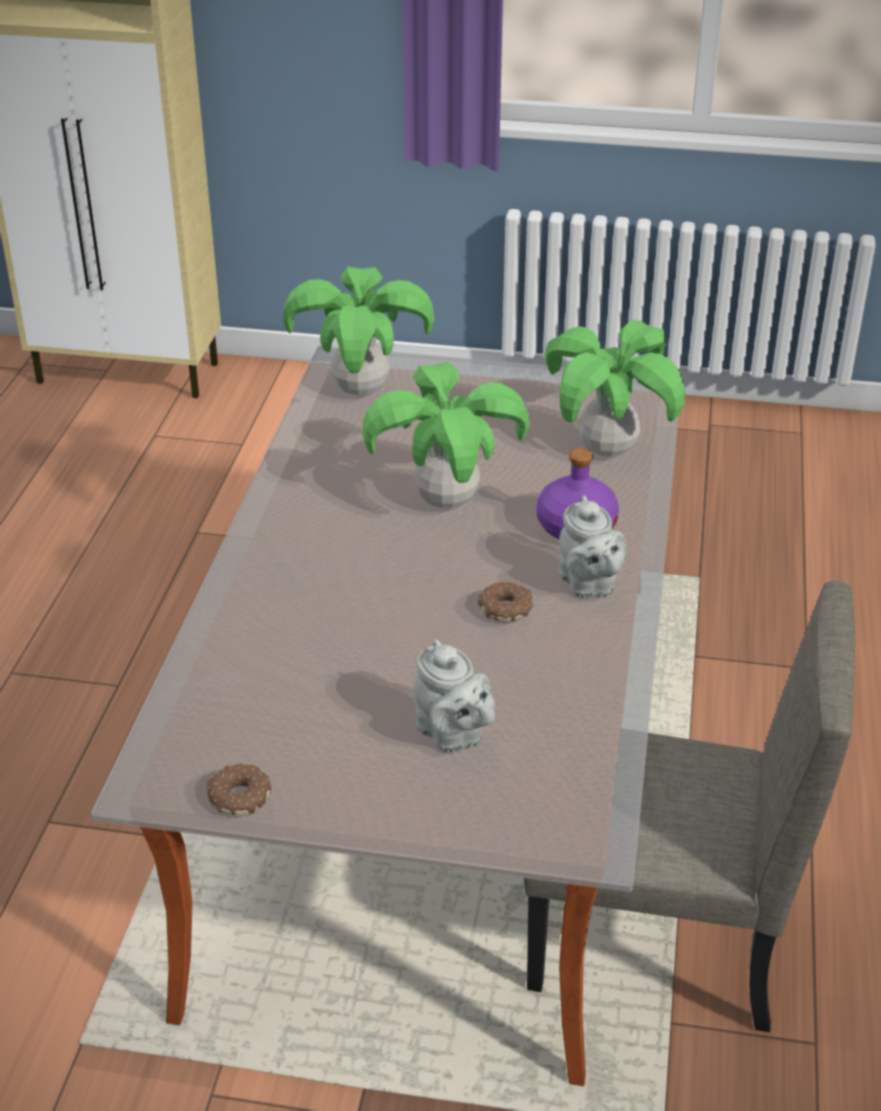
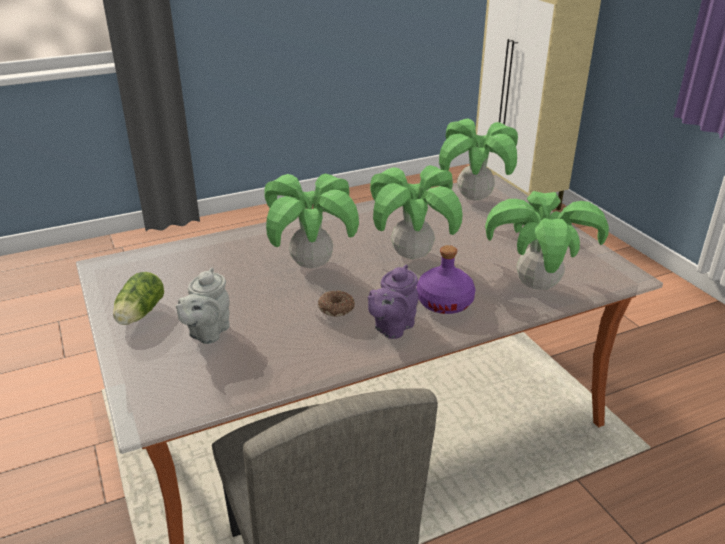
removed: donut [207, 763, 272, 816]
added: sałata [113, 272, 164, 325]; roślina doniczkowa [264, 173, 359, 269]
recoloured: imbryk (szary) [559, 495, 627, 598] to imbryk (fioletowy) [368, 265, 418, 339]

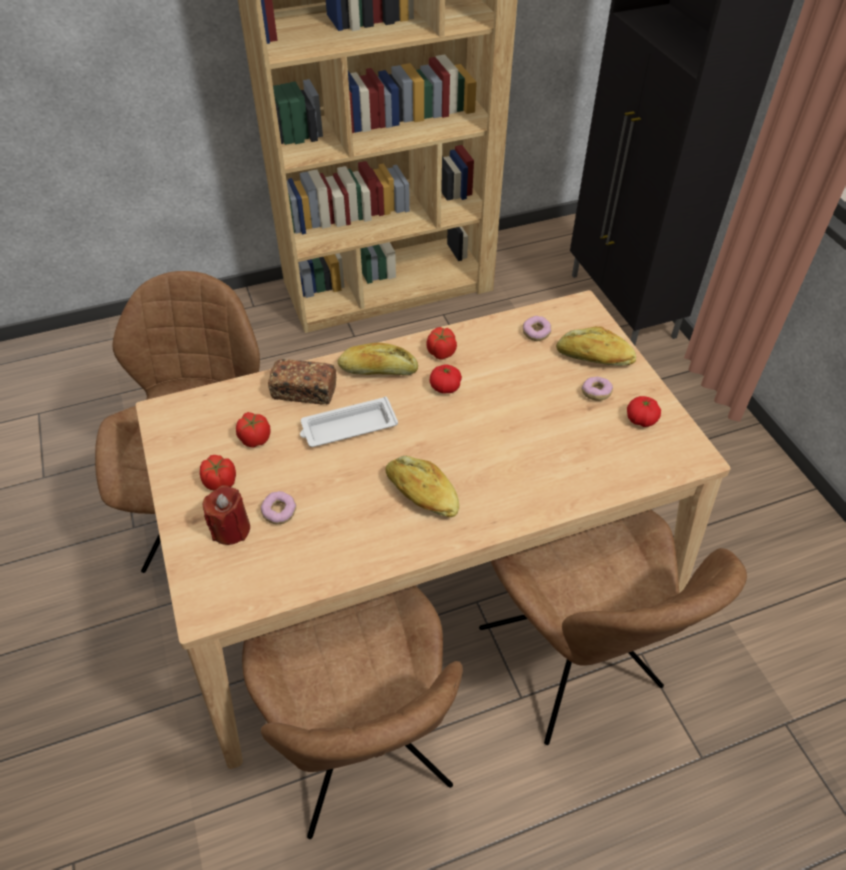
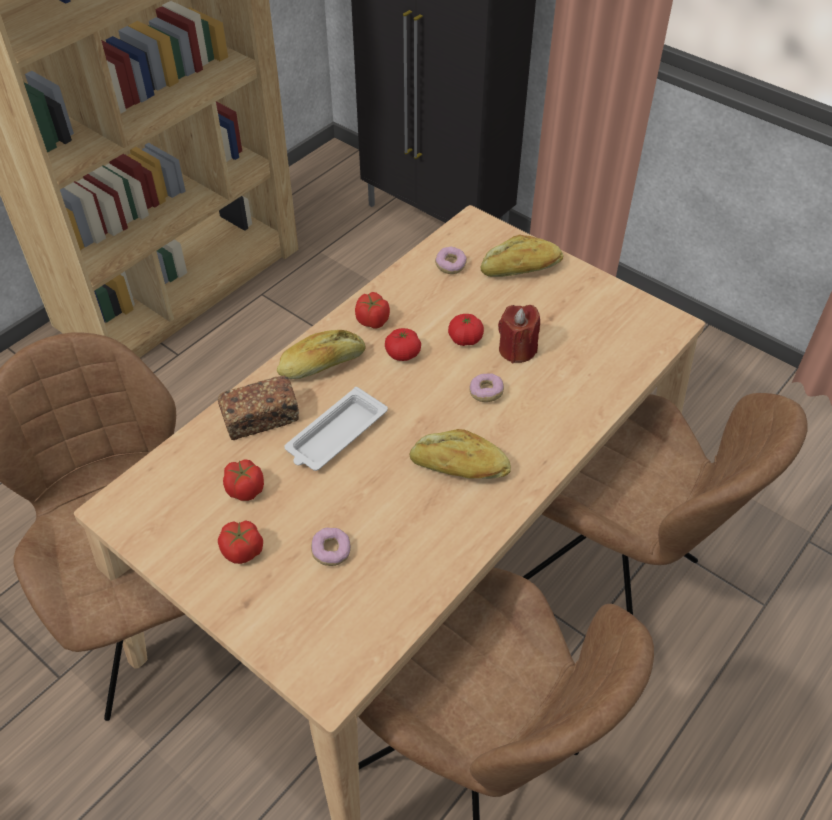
moved: świeca (czerwony) [202, 485, 250, 545] to [498, 305, 540, 363]; donut [582, 377, 613, 401] to [469, 373, 504, 402]; pomidor [627, 396, 661, 427] to [448, 314, 484, 346]

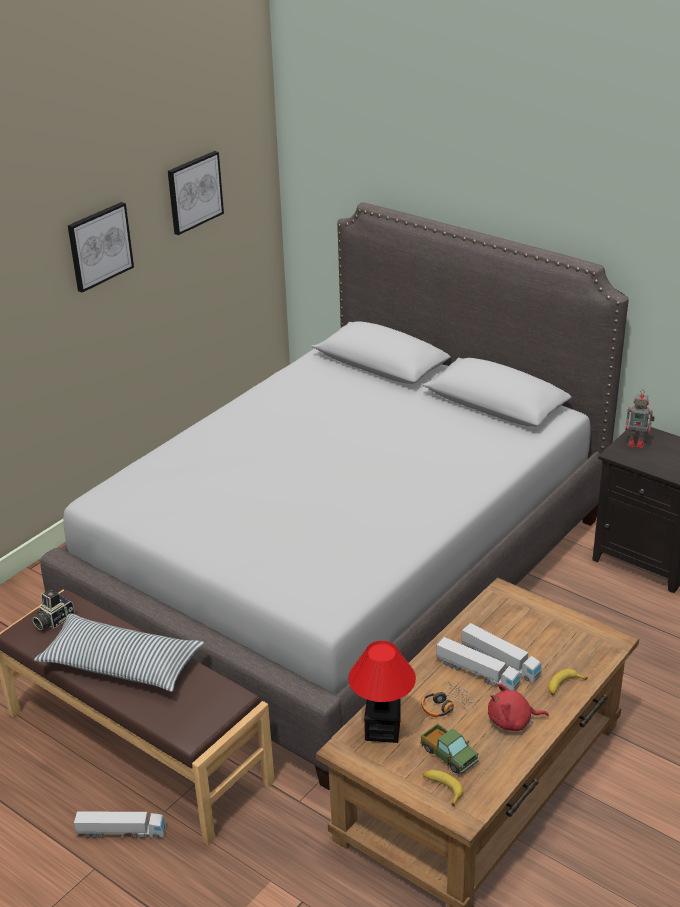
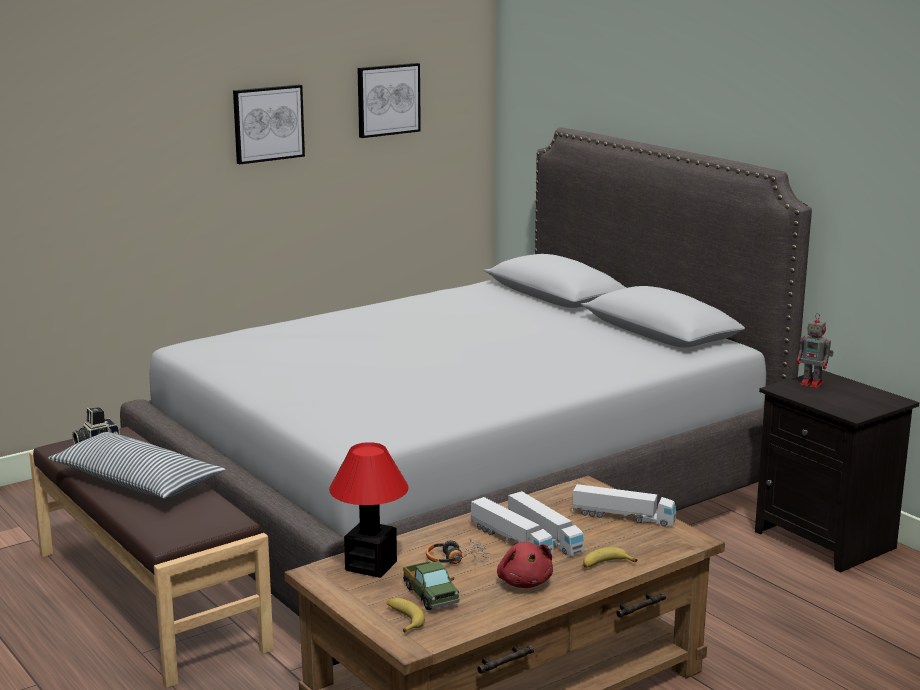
moved: ciężarówka zabawkowa [74, 811, 166, 838] to [571, 484, 676, 527]
turned: pluszak (czerwony) [488, 683, 549, 731] = [497, 542, 553, 588] 120 degrees counterclockwise

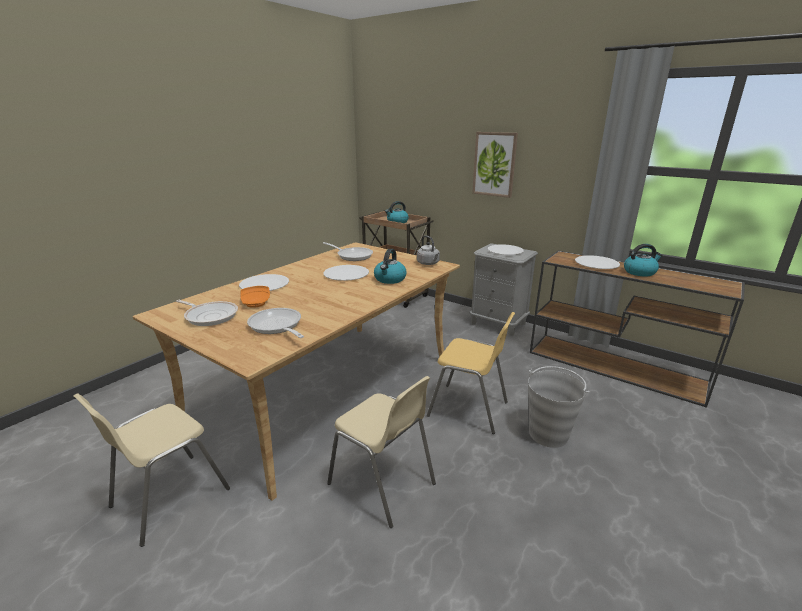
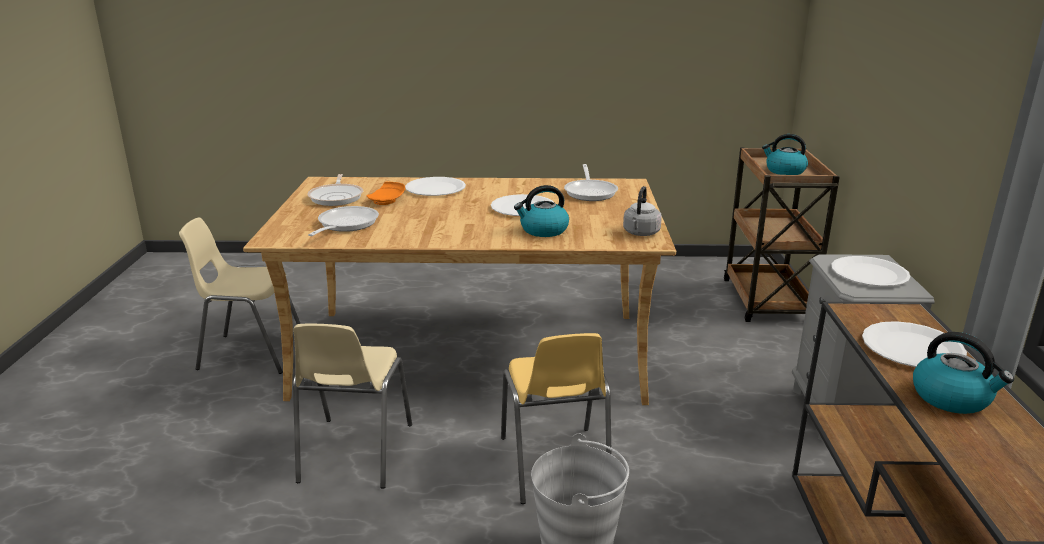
removed: obraz [472, 132, 518, 198]

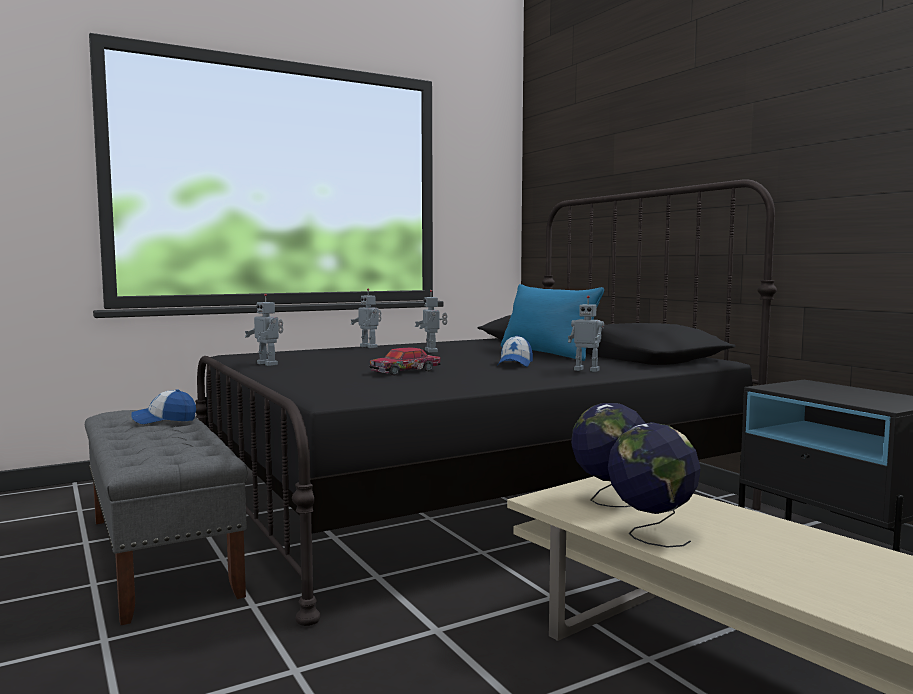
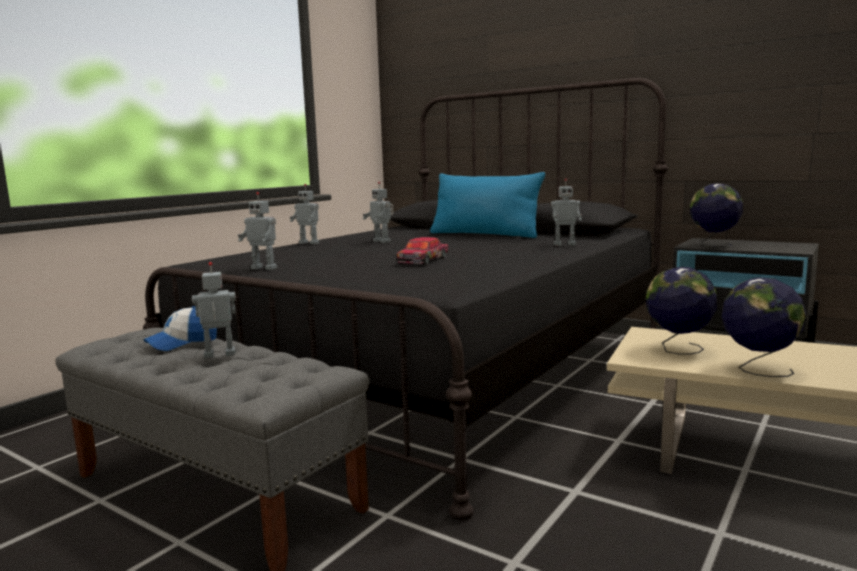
removed: czapka z daszkiem [497, 335, 533, 367]
added: robot zabawkowy [192, 262, 236, 359]; globus [690, 184, 743, 247]

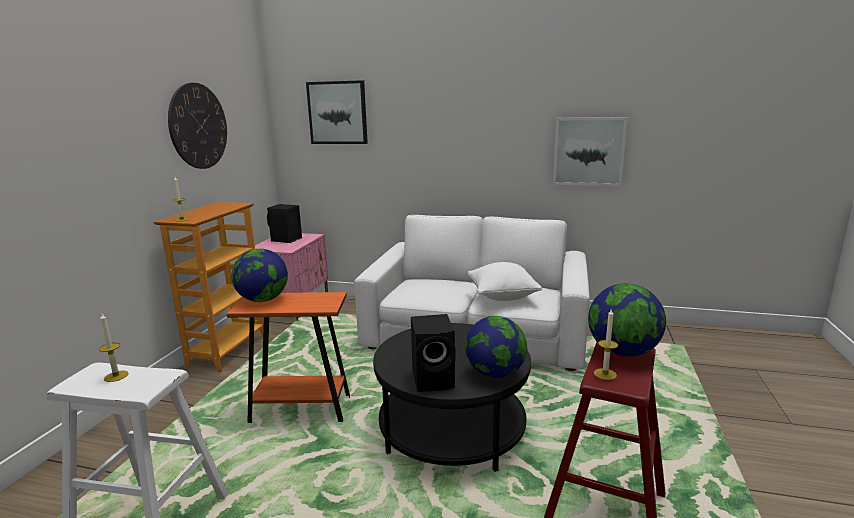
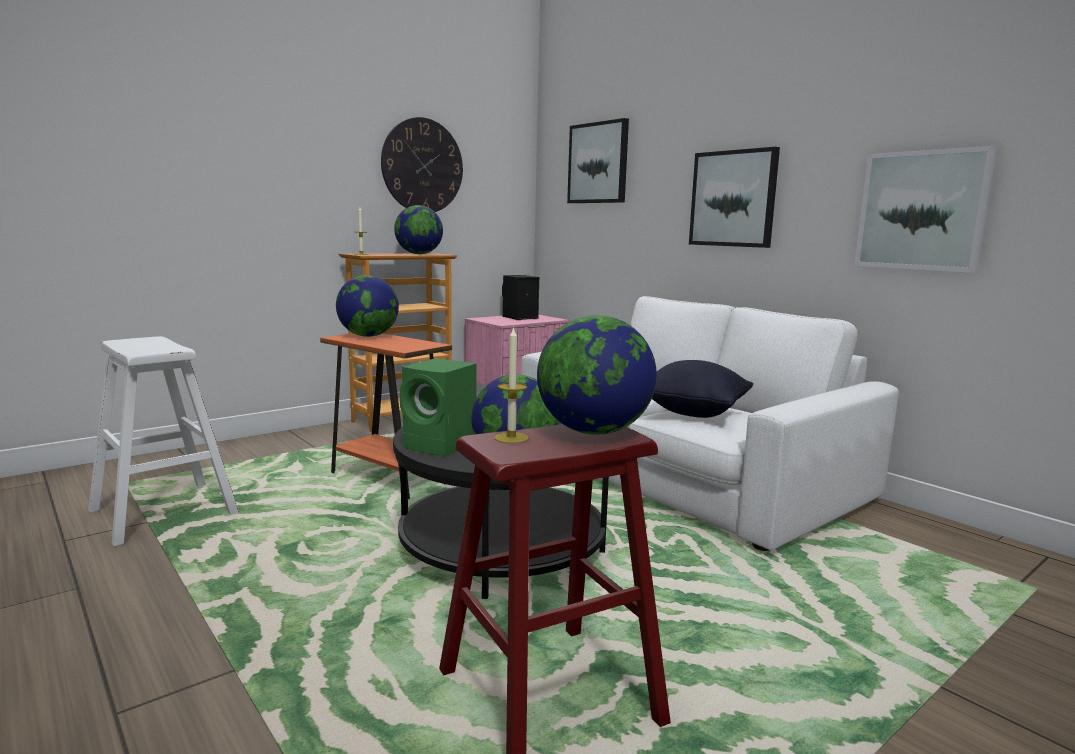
removed: świeca [99, 314, 128, 382]
added: globus [394, 205, 443, 254]; obraz [689, 147, 780, 248]
recoloured: głośnik (czarny) [411, 314, 456, 392] to głośnik (zielony) [400, 358, 477, 456]; poduszka (biały) [468, 262, 542, 301] to poduszka (czarny) [652, 360, 753, 418]

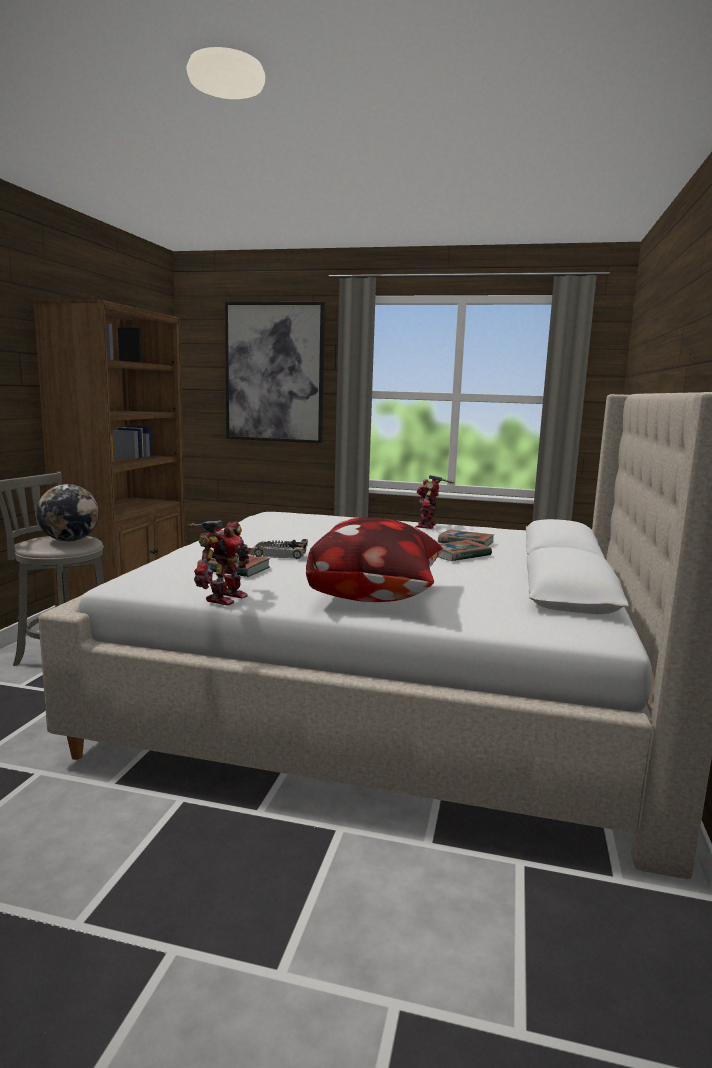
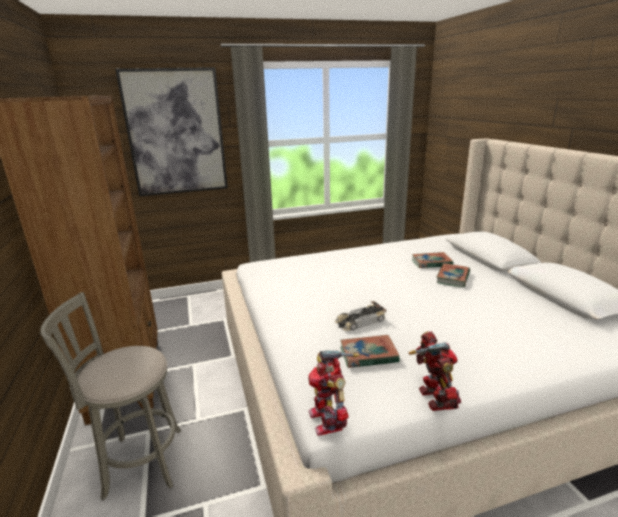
removed: globus [36, 484, 99, 542]; poduszka [306, 517, 443, 602]
moved: robot zabawkowy [416, 475, 454, 529] to [308, 350, 359, 436]

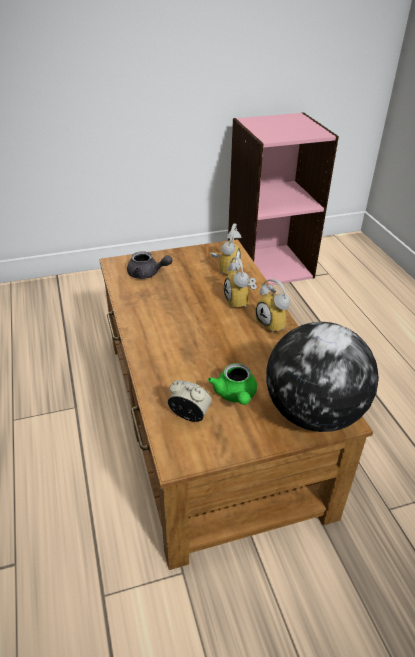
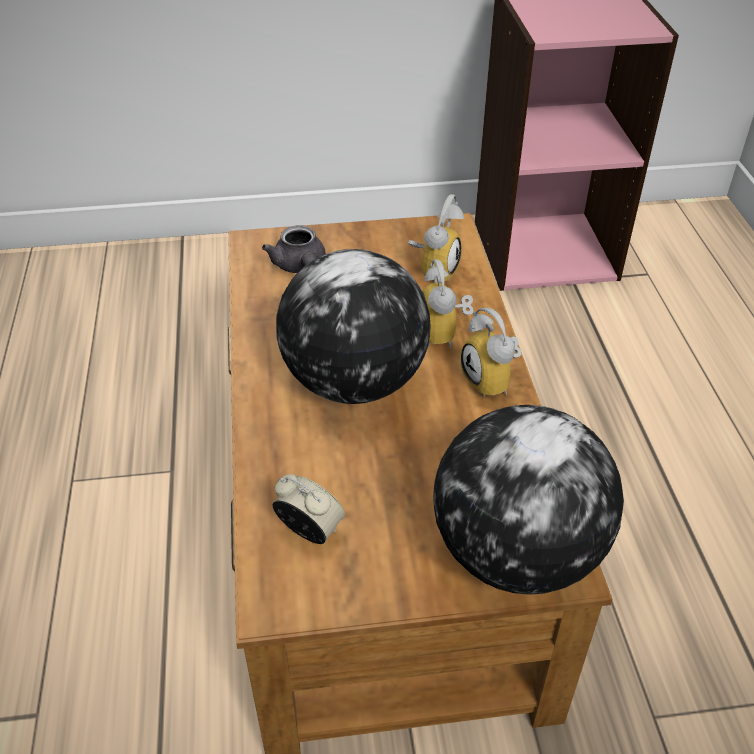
removed: imbryk (zielony) [208, 363, 257, 405]
added: globus [276, 249, 431, 404]
turned: imbryk (szary) [127, 251, 172, 279] = [262, 225, 326, 273] 45 degrees clockwise

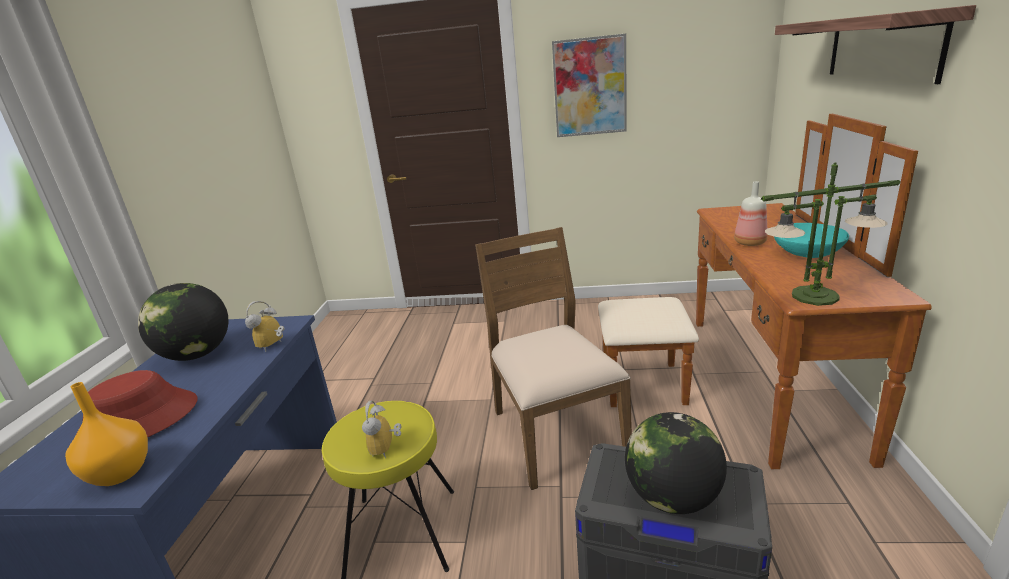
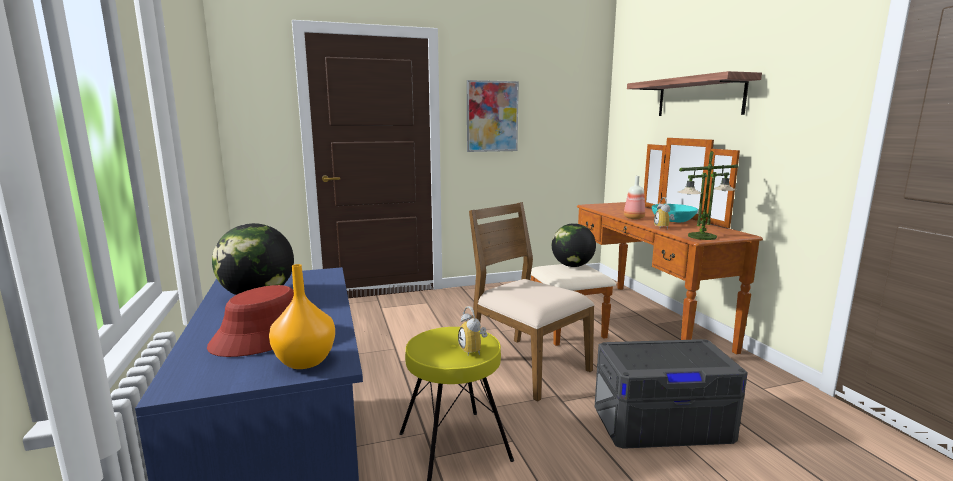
moved: budzik [245, 301, 285, 352] to [654, 197, 675, 229]; globus [625, 412, 727, 514] to [552, 223, 596, 267]

